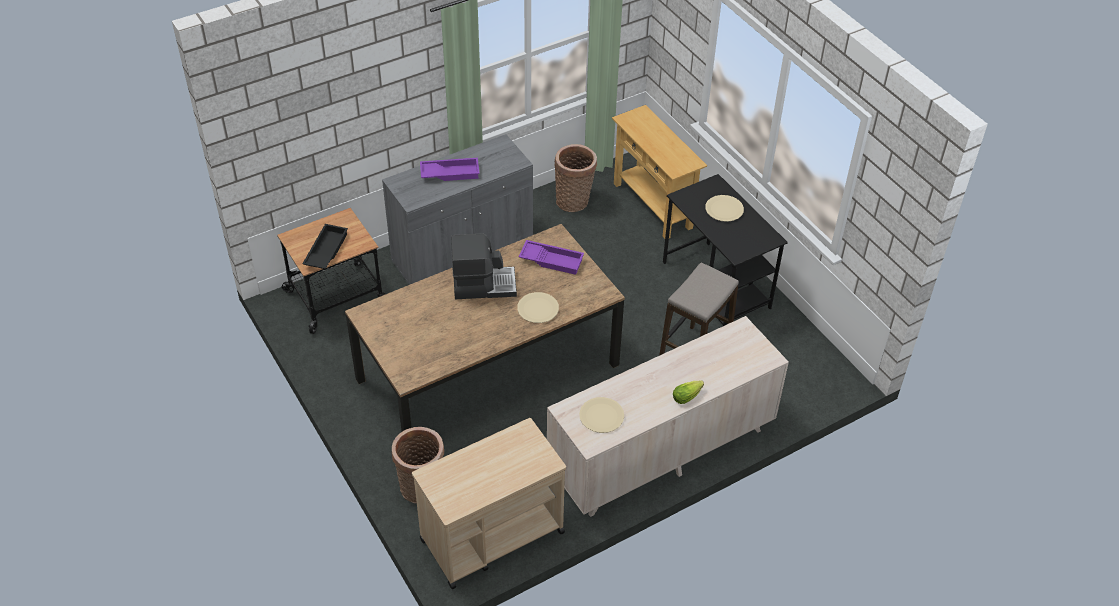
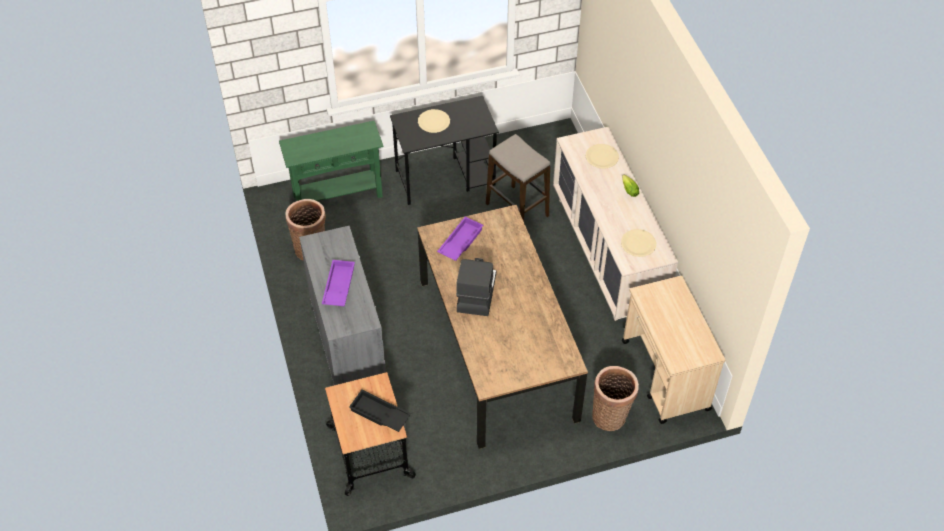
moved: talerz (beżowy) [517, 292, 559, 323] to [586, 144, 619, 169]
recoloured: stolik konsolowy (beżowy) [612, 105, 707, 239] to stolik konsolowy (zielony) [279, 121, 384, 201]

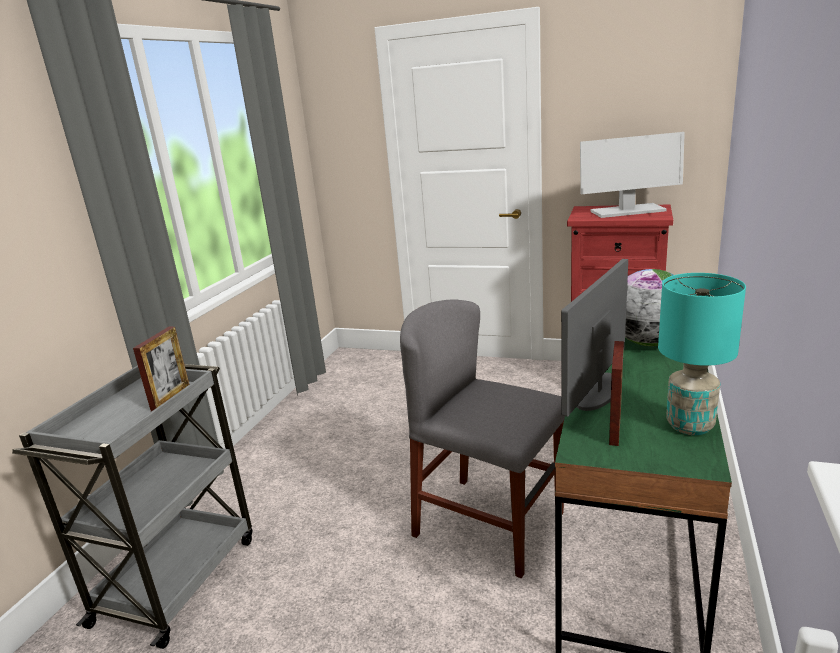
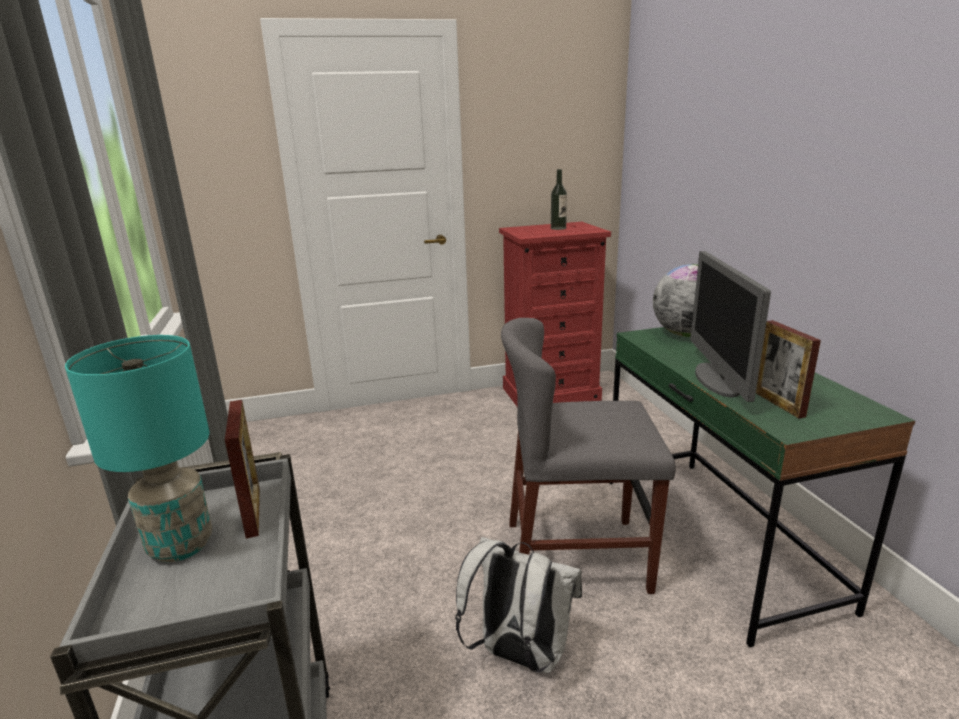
added: plecak (biały) [455, 537, 582, 673]
moved: lampa stołowa (turkusowy) [658, 273, 746, 435] to [65, 335, 212, 562]
replaced: monitor [580, 132, 685, 218] to butelka [551, 169, 567, 230]

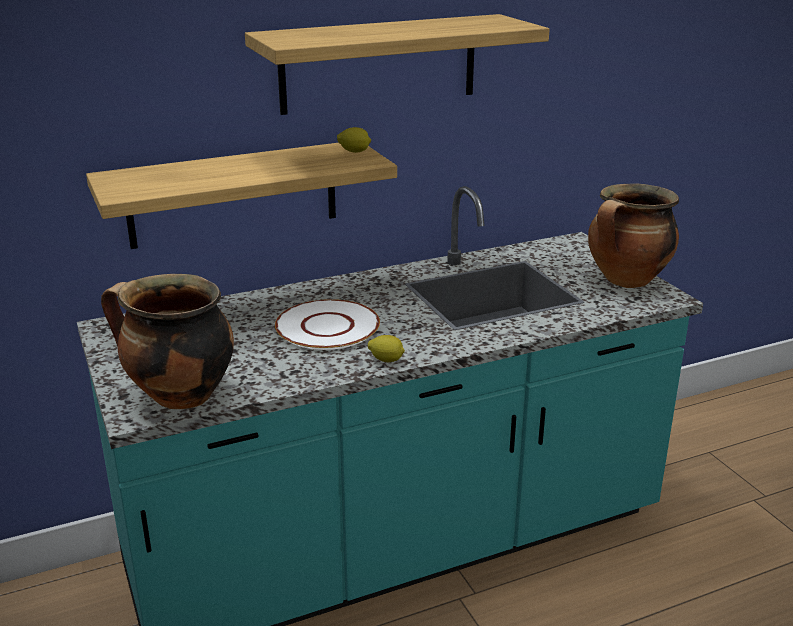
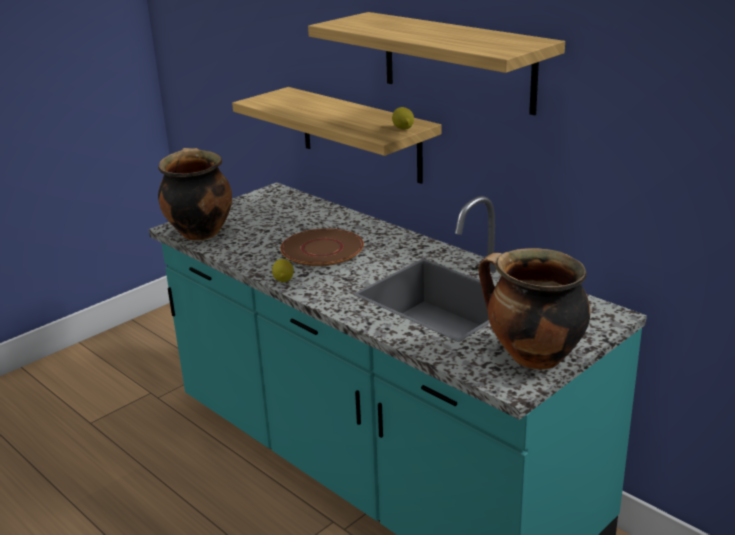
recoloured: talerz (biały) [275, 299, 380, 350] to talerz (brązowy) [280, 228, 364, 266]

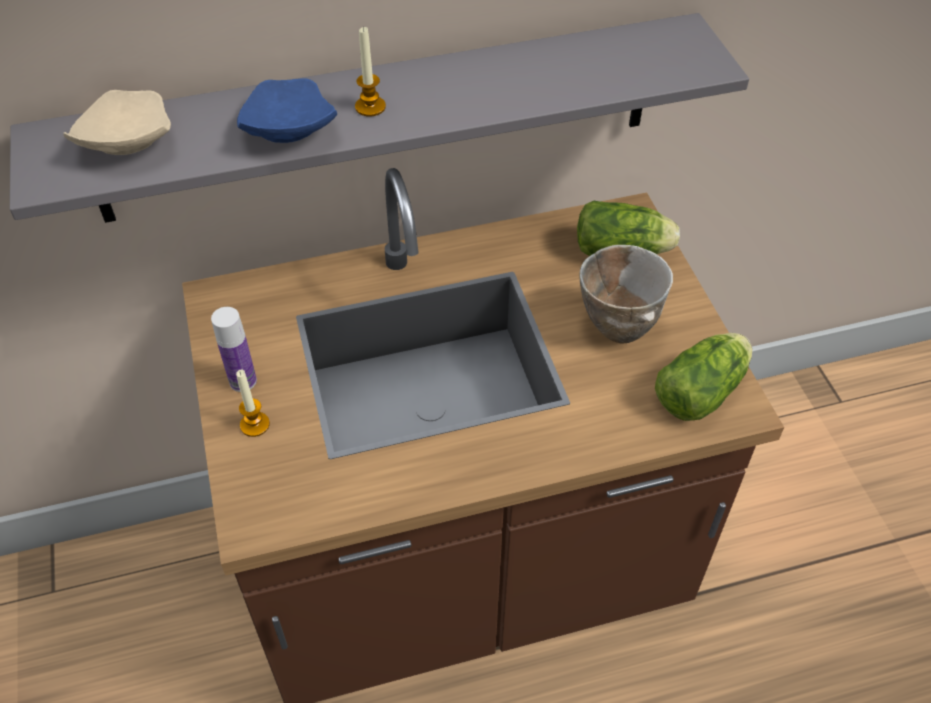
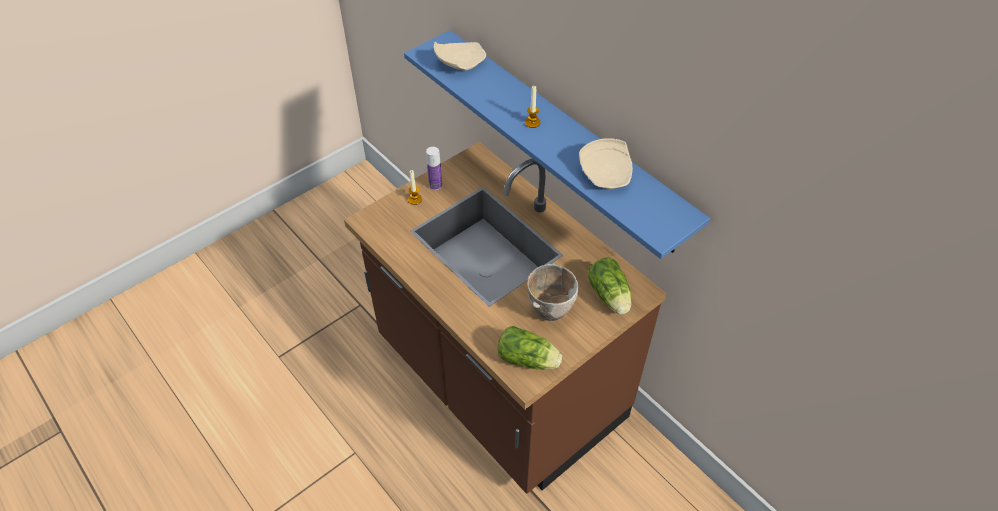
removed: talerz (niebieski) [237, 78, 337, 143]
added: talerz (beżowy) [579, 138, 633, 189]
recoloured: półka (szary) [10, 13, 749, 223] to półka (niebieski) [404, 30, 710, 259]

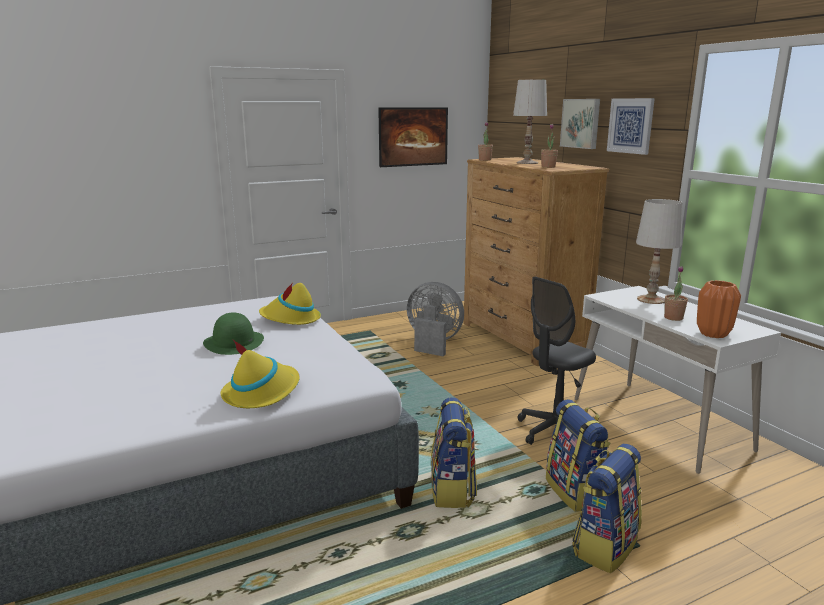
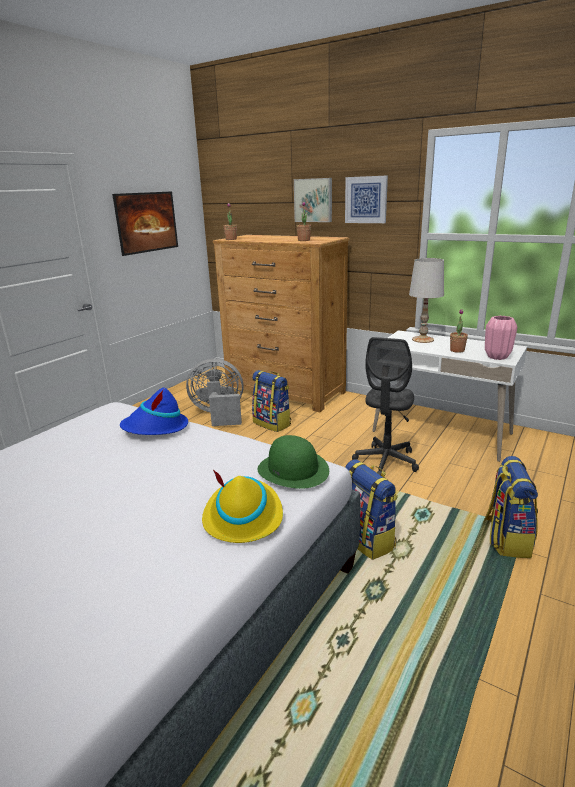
removed: lampa stołowa (biały) [513, 79, 547, 164]
moved: kapelusz (zielony) [203, 312, 264, 355] to [258, 435, 329, 489]; plecak [546, 399, 611, 512] to [252, 370, 291, 432]
recoloured: kapelusz (żółty) [259, 283, 321, 325] to kapelusz (niebieski) [120, 388, 188, 435]; wazon (pomarańczowy) [697, 280, 741, 338] to wazon (różowy) [485, 316, 517, 360]

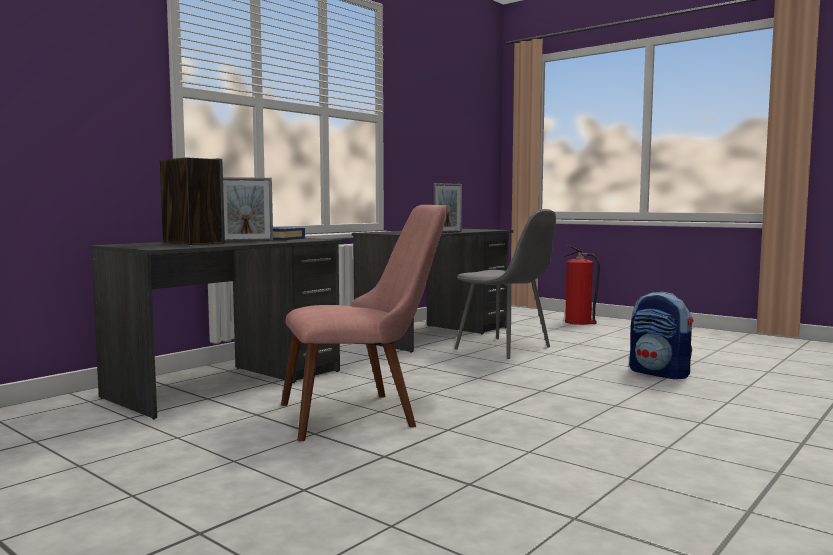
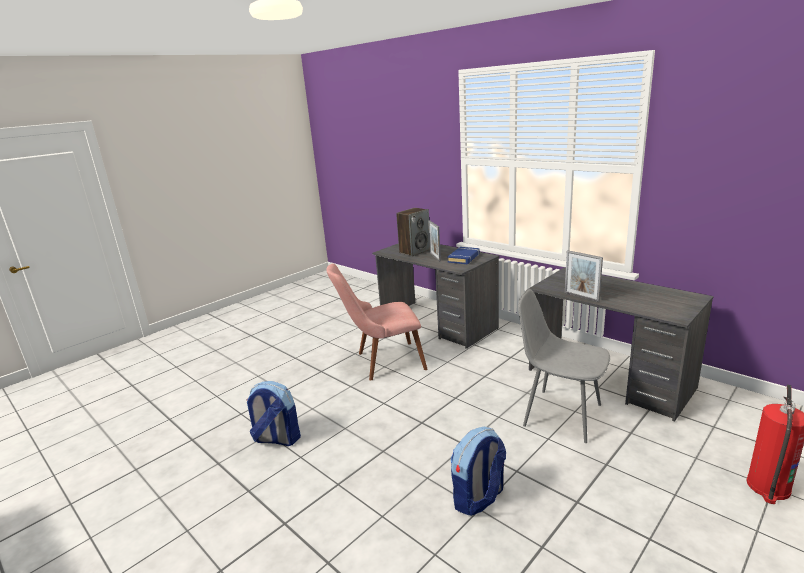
added: plecak [247, 381, 301, 446]
turned: krzesło (różowy) [281, 205, 447, 441] = [326, 264, 428, 381] 90 degrees clockwise; krzesło (szary) [455, 209, 556, 359] = [518, 289, 610, 443] 75 degrees clockwise

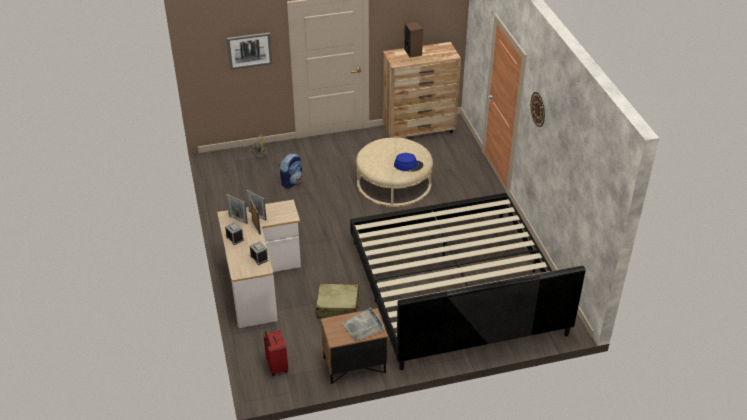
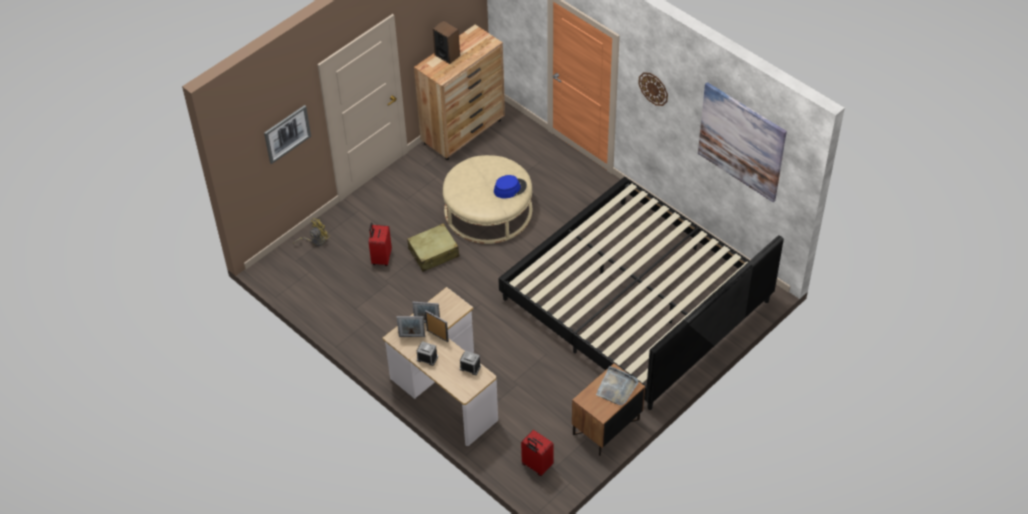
added: obraz [698, 82, 787, 202]
moved: walizka (beżowy) [316, 284, 361, 318] to [407, 223, 459, 272]
replaced: plecak [279, 154, 302, 189] to walizka (czerwony) [369, 222, 392, 266]

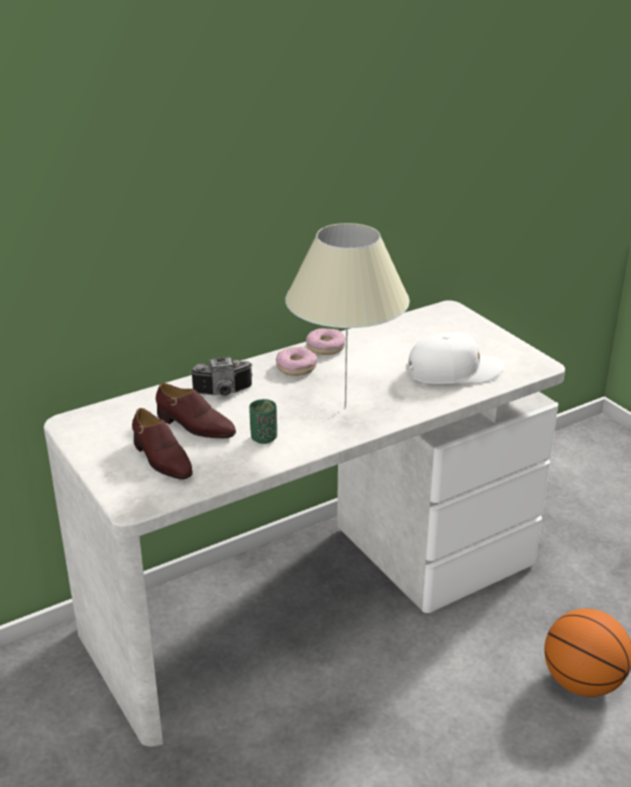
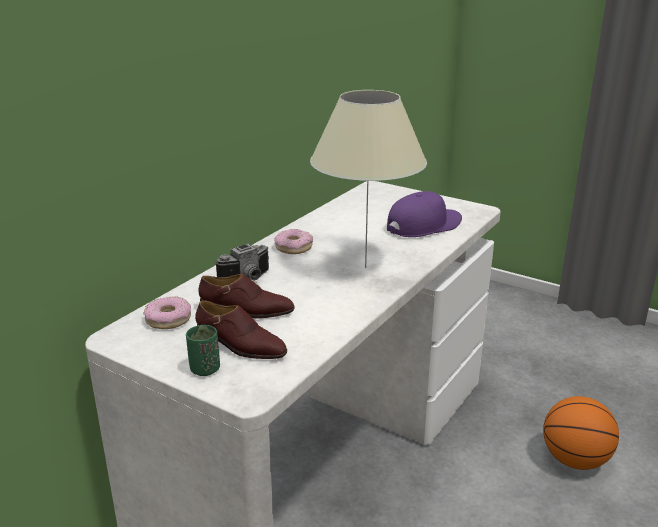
moved: filiżanka (zielony) [249, 399, 277, 444] to [186, 325, 220, 376]; donut [306, 328, 346, 355] to [144, 296, 191, 329]
recoloured: czapka z daszkiem (biały) [406, 333, 504, 384] to czapka z daszkiem (fioletowy) [387, 191, 462, 237]

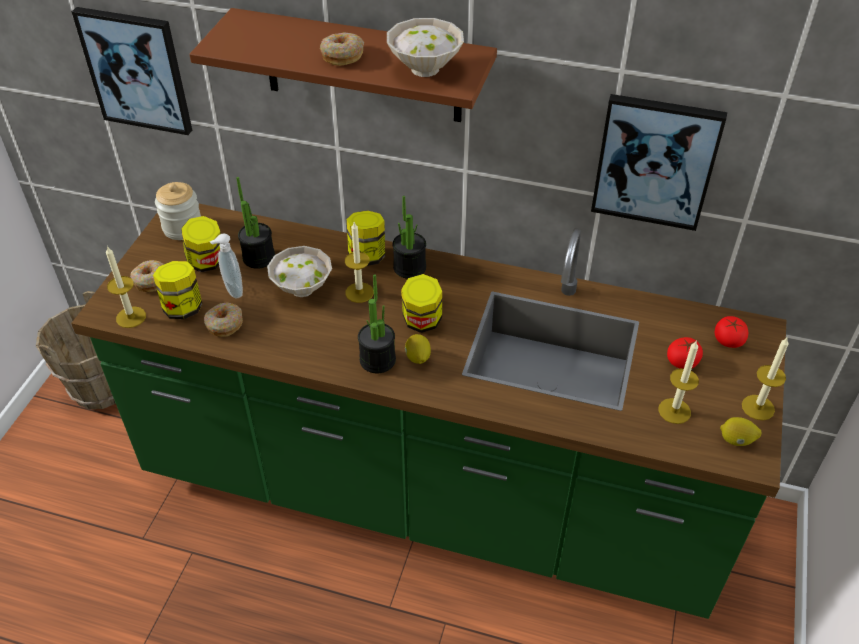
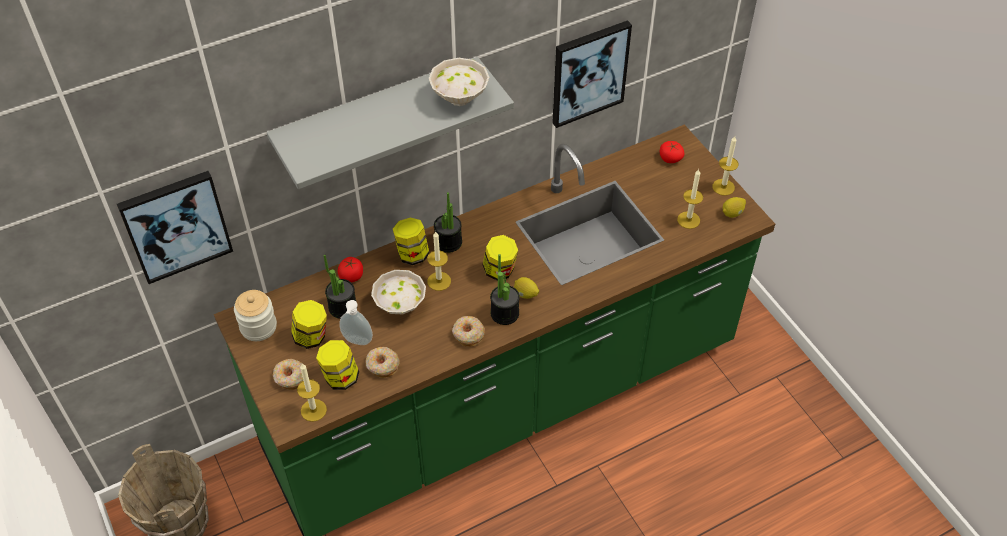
moved: donut [320, 33, 364, 66] to [452, 316, 485, 346]; pomidor [667, 337, 703, 369] to [337, 257, 363, 282]
recoloured: półka (brązowy) [189, 8, 497, 122] to półka (szary) [267, 57, 514, 189]

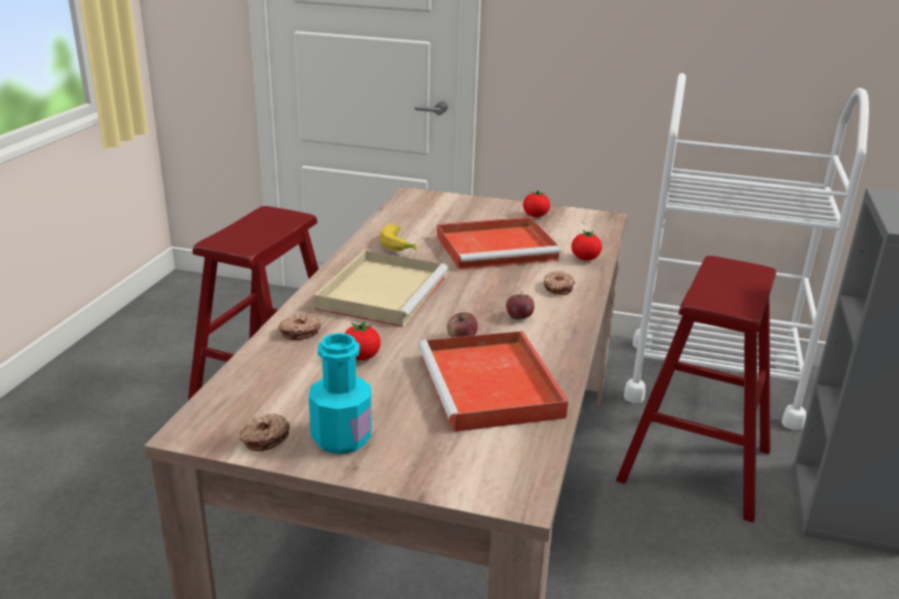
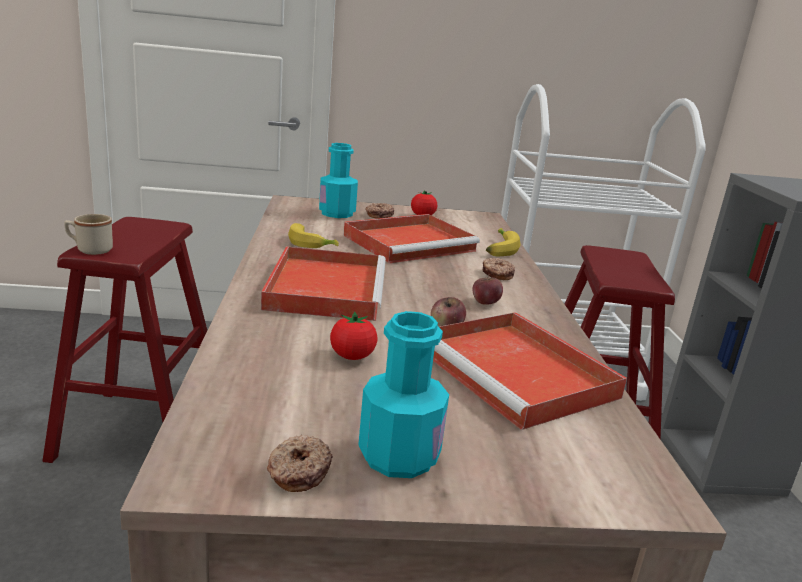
added: kubek (beżowy) [64, 214, 113, 255]; butelka (turkusowy) [319, 143, 358, 218]
moved: donut [278, 314, 321, 340] to [365, 203, 394, 219]
replaced: pomidor [571, 230, 602, 261] to banan [486, 228, 521, 256]
recoloured: taca (beżowy) [314, 250, 448, 327] to taca (czerwony) [261, 246, 386, 321]

